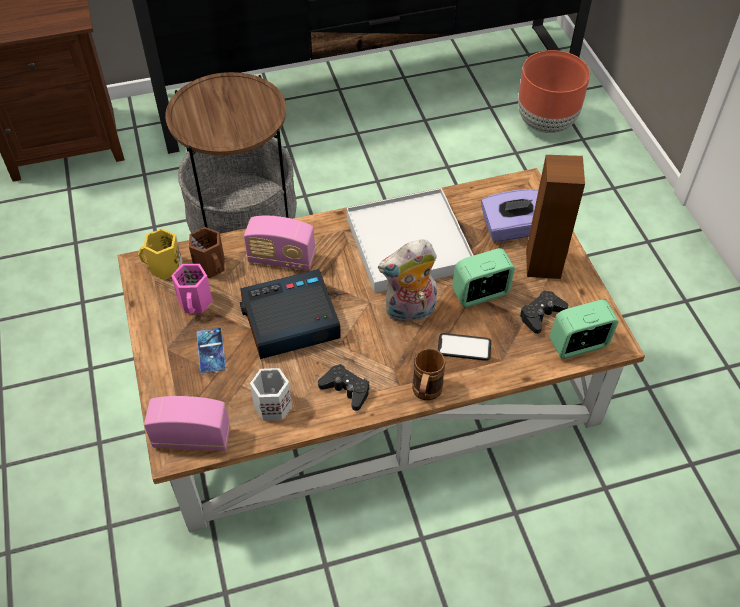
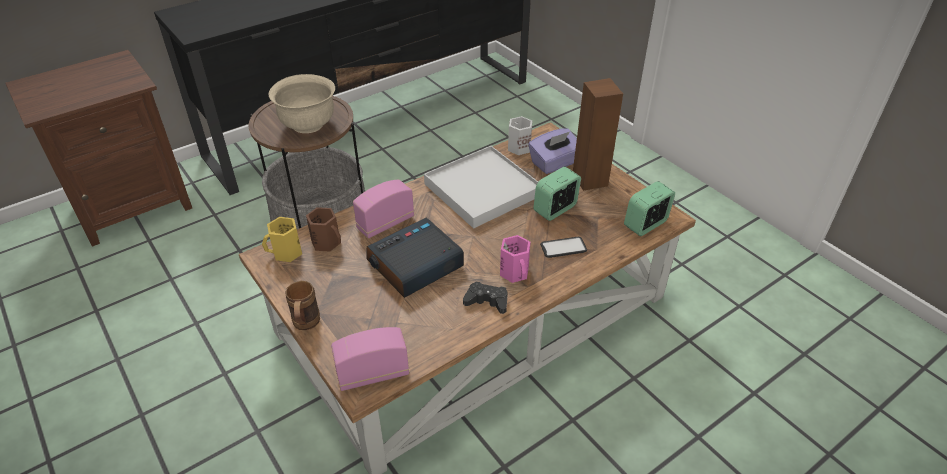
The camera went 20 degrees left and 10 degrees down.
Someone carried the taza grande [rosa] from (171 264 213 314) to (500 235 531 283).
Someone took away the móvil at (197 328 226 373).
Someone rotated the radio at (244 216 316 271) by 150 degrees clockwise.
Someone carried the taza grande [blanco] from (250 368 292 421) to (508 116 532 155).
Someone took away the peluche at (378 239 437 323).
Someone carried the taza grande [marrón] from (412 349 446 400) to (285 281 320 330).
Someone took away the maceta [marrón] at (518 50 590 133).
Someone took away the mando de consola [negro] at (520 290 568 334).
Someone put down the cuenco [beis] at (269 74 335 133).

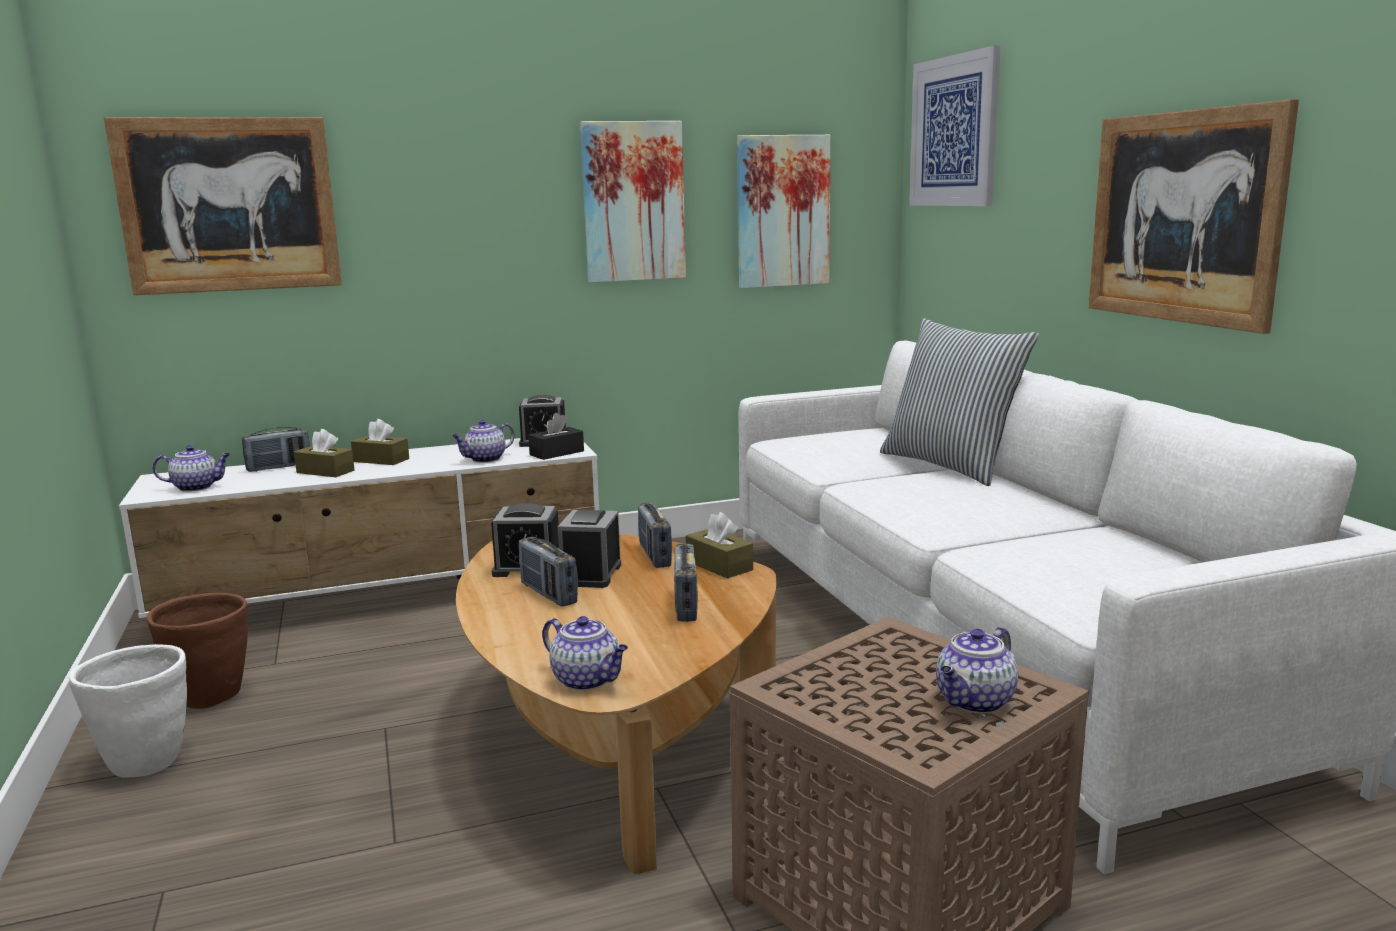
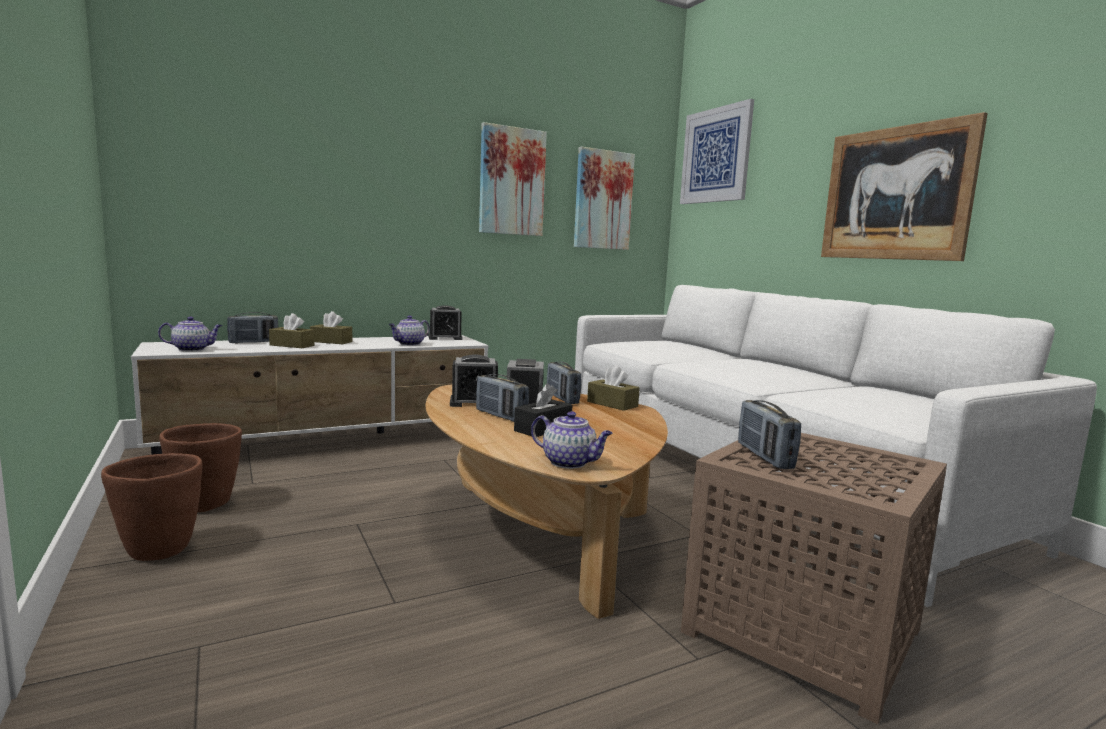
The camera went 10 degrees left and 5 degrees down.
Someone repainted the maceta [blanco] at (69 644 187 778), which became the maceta [marrón] at (101 453 202 561).
Someone took away the cuadro at (104 117 342 295).
Someone carried the caja de pañuelos [negro] from (528 413 584 460) to (514 383 573 437).
Someone carried the radio from (674 543 698 622) to (738 400 801 469).
Someone took away the cojín at (880 318 1039 486).
Someone took away the tetera at (936 627 1018 713).

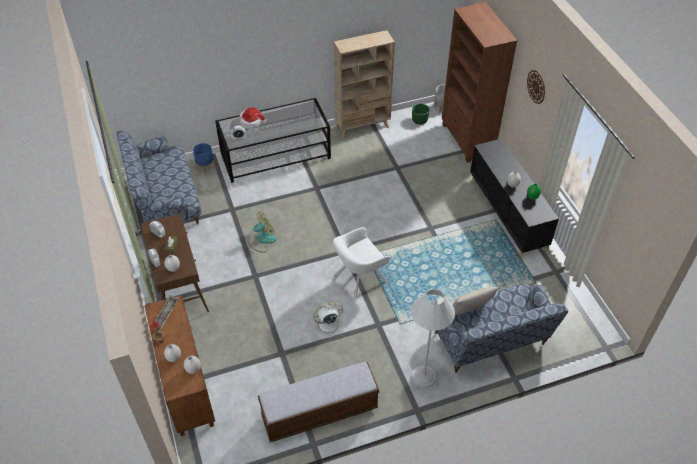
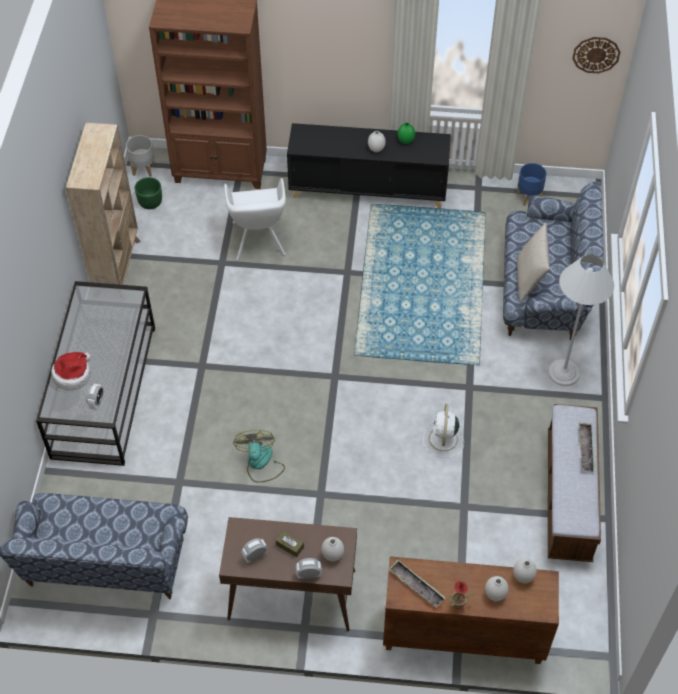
The camera went 65 degrees left and 5 degrees up.
Someone carried the maceta [azul] from (193 143 215 174) to (517 163 547 206).
Someone carried the sillón [blanco] from (333 227 390 300) to (224 178 286 261).
Someone carried the reloj de pared from (527 70 545 104) to (572 37 620 73).
Someone put down the bandeja at (579 423 595 472).

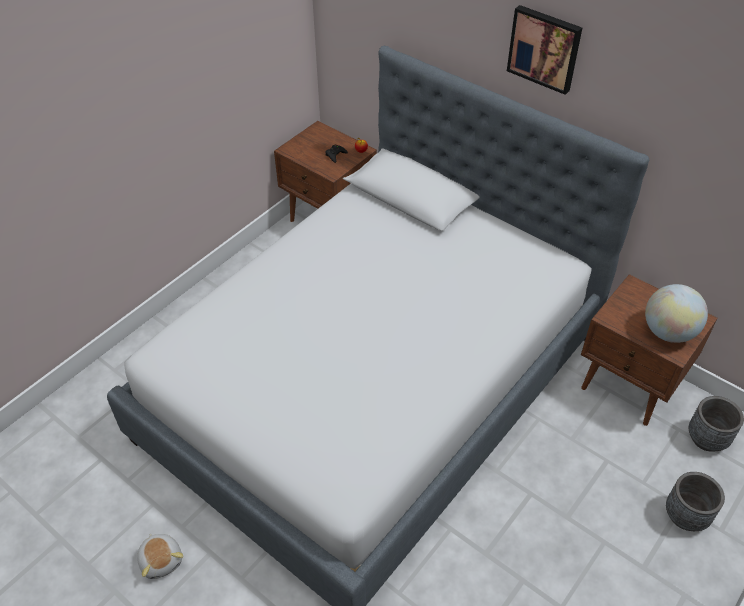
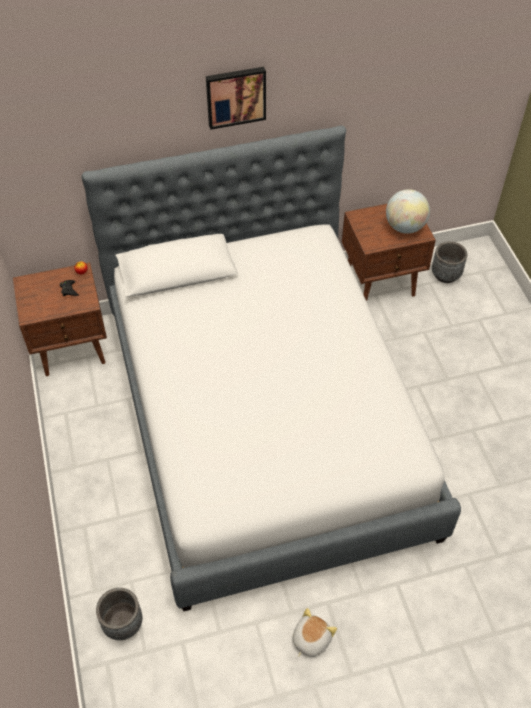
The camera went 55 degrees left and 5 degrees up.
Someone rotated the peluche at (138 534 183 579) by 60 degrees counterclockwise.
Someone carried the maceta [gris] from (666 472 725 531) to (96 588 142 640).

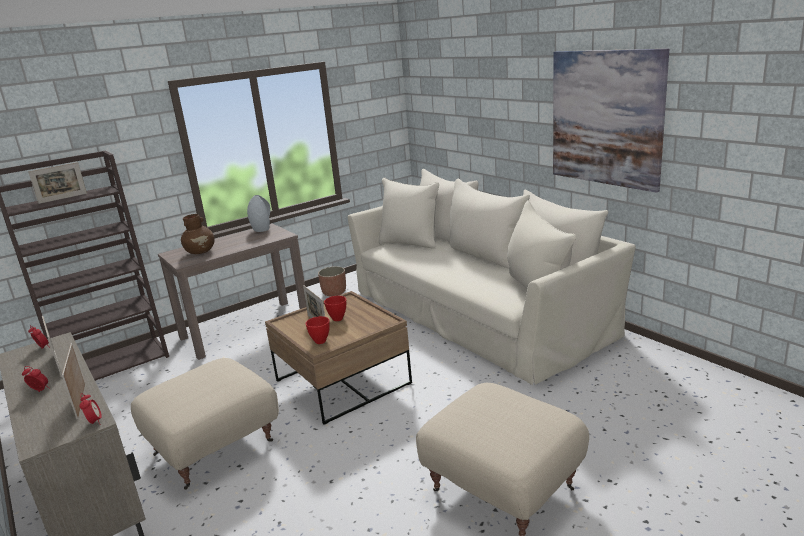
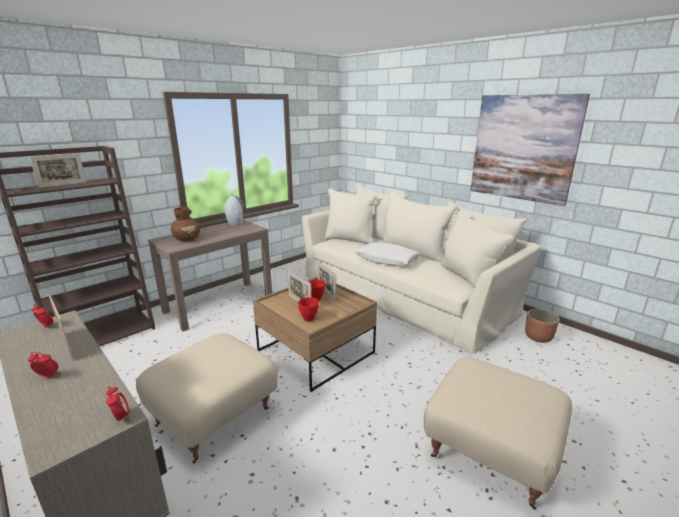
The camera went 10 degrees left and 0 degrees up.
Someone carried the portarretratos from (62 343 85 420) to (318 261 336 301).
Someone carried the maceta from (318 266 346 297) to (525 309 559 343).
Someone put down the cojín [blanco] at (355 242 421 266).

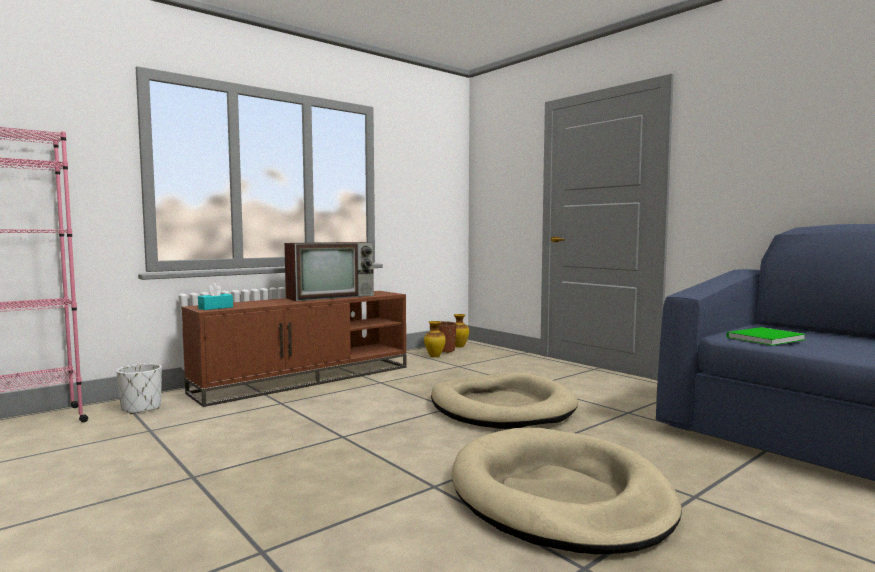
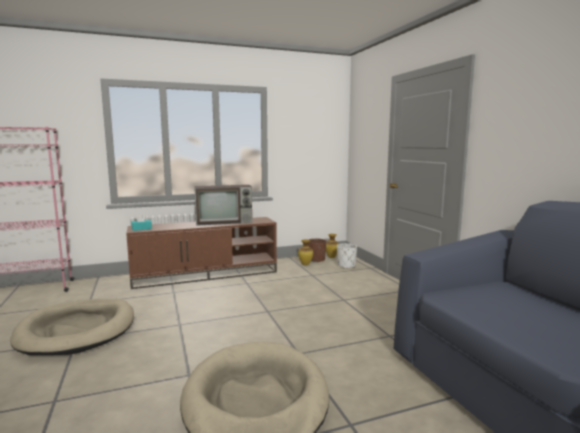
The camera went 20 degrees right and 5 degrees up.
Someone carried the maceta [blanco] from (116 363 162 414) to (337 243 357 269).
Someone carried the cama para perro [beis] from (431 372 578 429) to (10 299 134 355).
Someone took away the libro [verde] at (726 327 806 346).

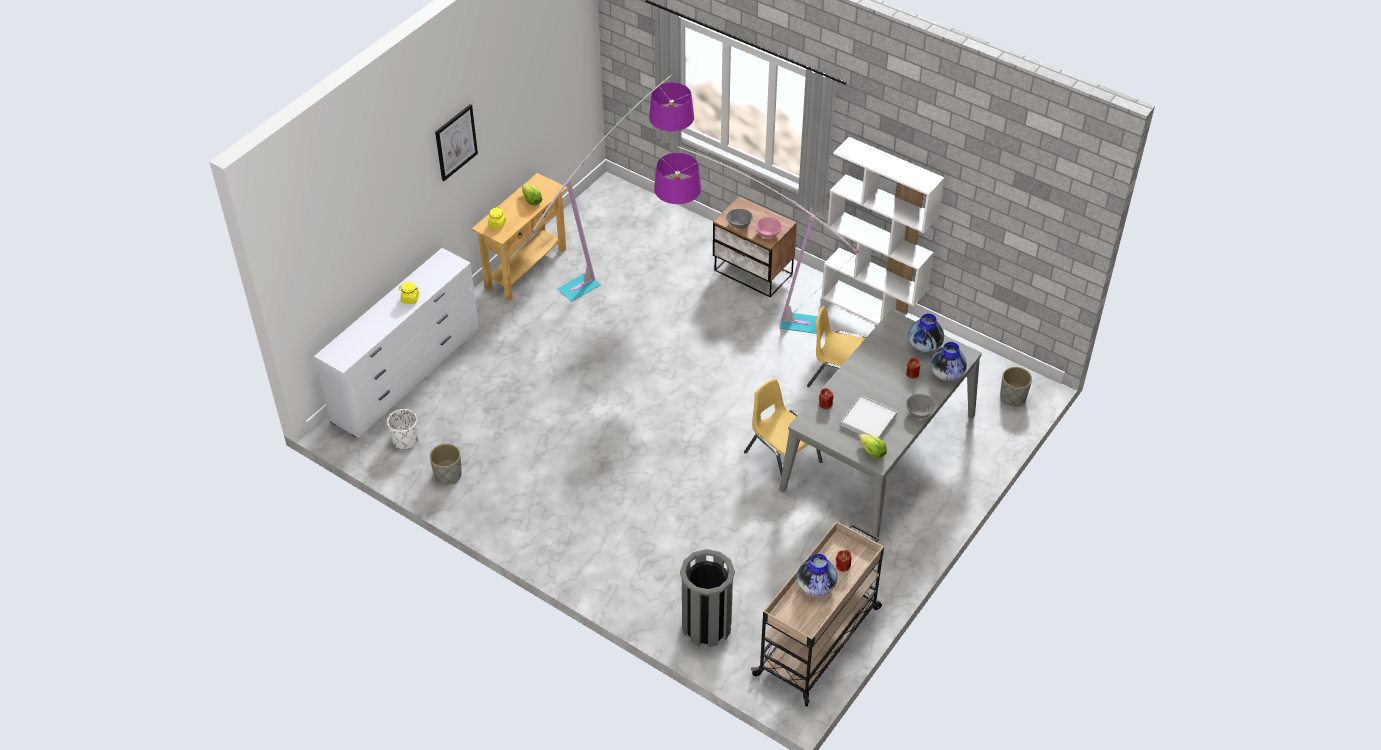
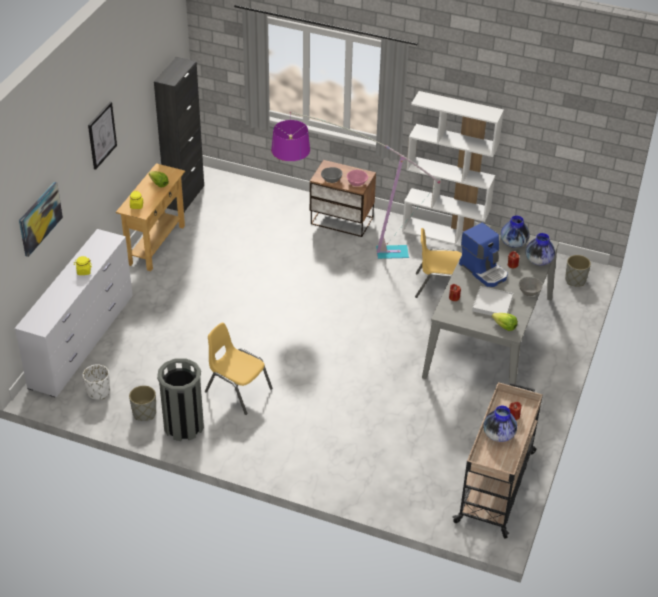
The camera went 15 degrees left and 5 degrees down.
Someone took away the lámpara de pie at (531 74 694 302).
Someone carried the papelera [gris] from (680 549 735 647) to (157 358 204 441).
Someone carried the silla [amarillo] from (744 379 823 476) to (205 323 272 415).
Someone put up the cuadro at (19 182 63 257).
Someone put down the armario [negro] at (154 57 204 212).
Someone put down the cafetera at (459 222 508 287).

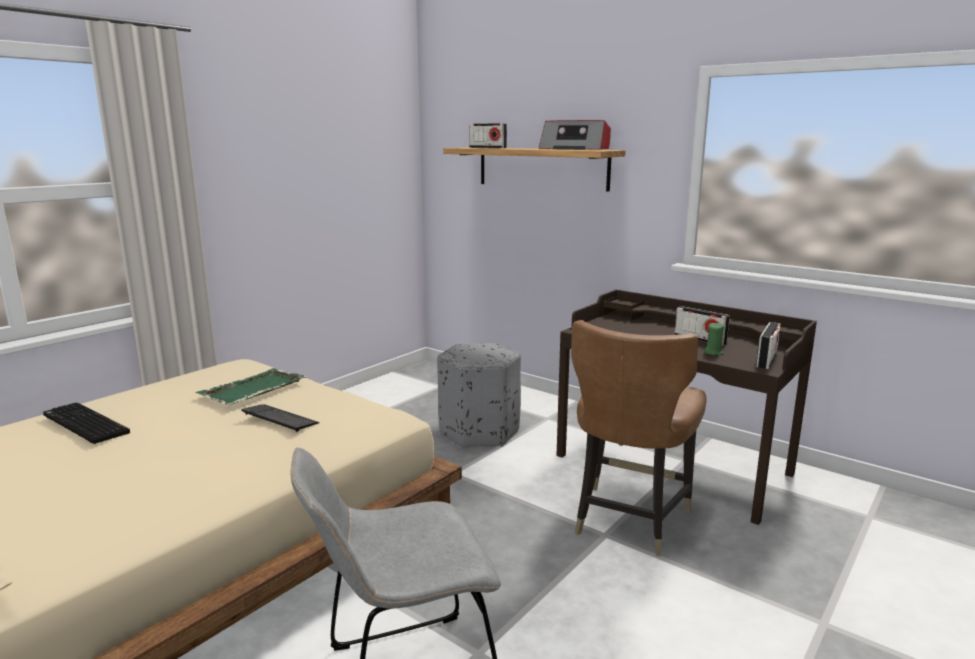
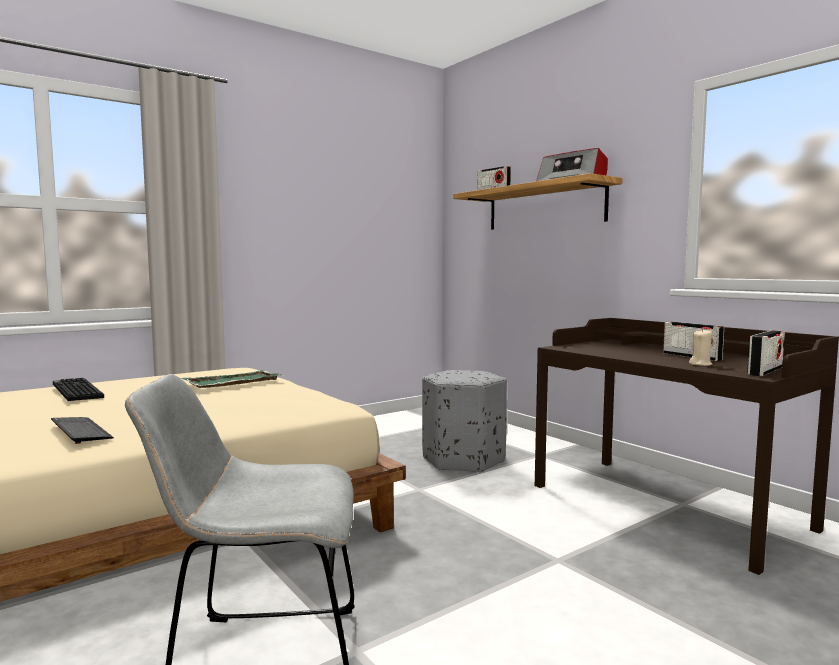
The camera went 15 degrees right and 10 degrees down.
Someone carried the teclado from (241 404 320 432) to (51 417 114 444).
Someone took away the silla [marrón] at (571 320 707 556).
Someone repainted the vela [verde] at (704 322 724 355), which became the vela [beis] at (689 329 712 366).

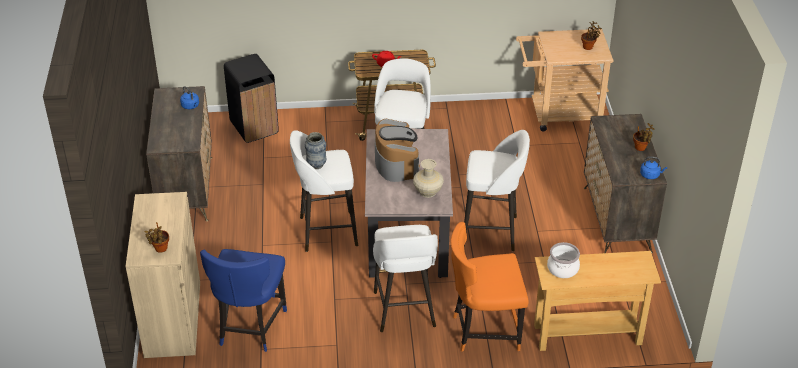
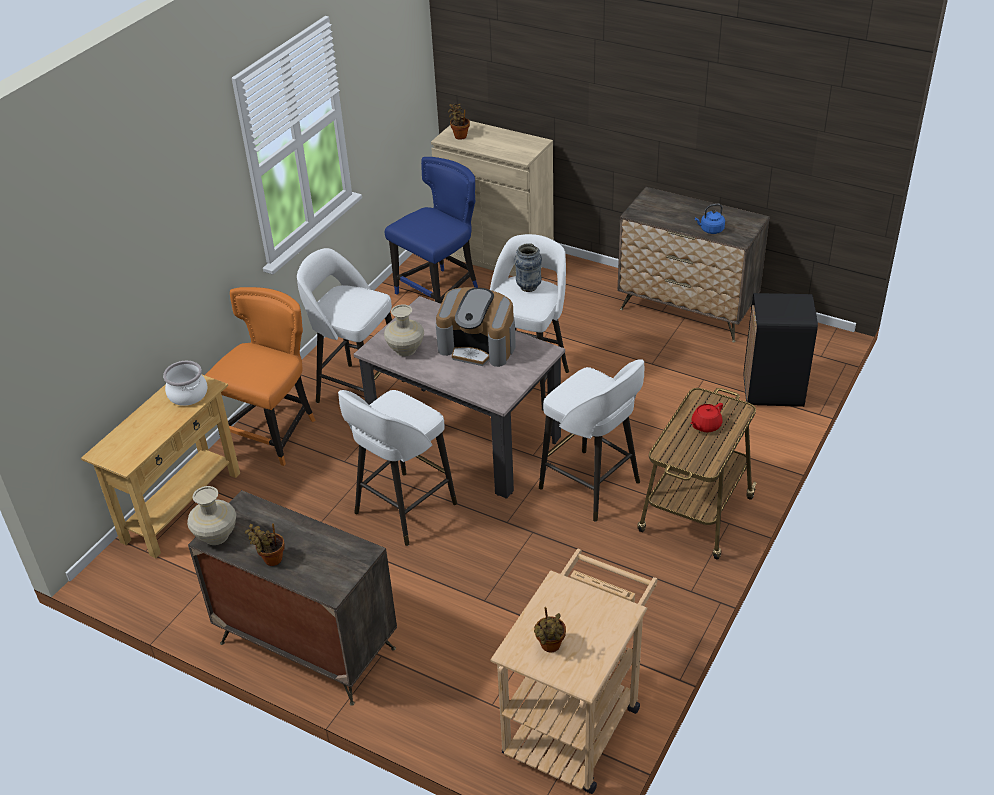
The camera went 125 degrees right and 0 degrees up.
Someone rotated the silla [azul] at (200 249 287 352) by 90 degrees clockwise.
Someone swapped the hervidor [azul] at (640 156 667 179) for the florero [beis] at (187 486 236 545).

